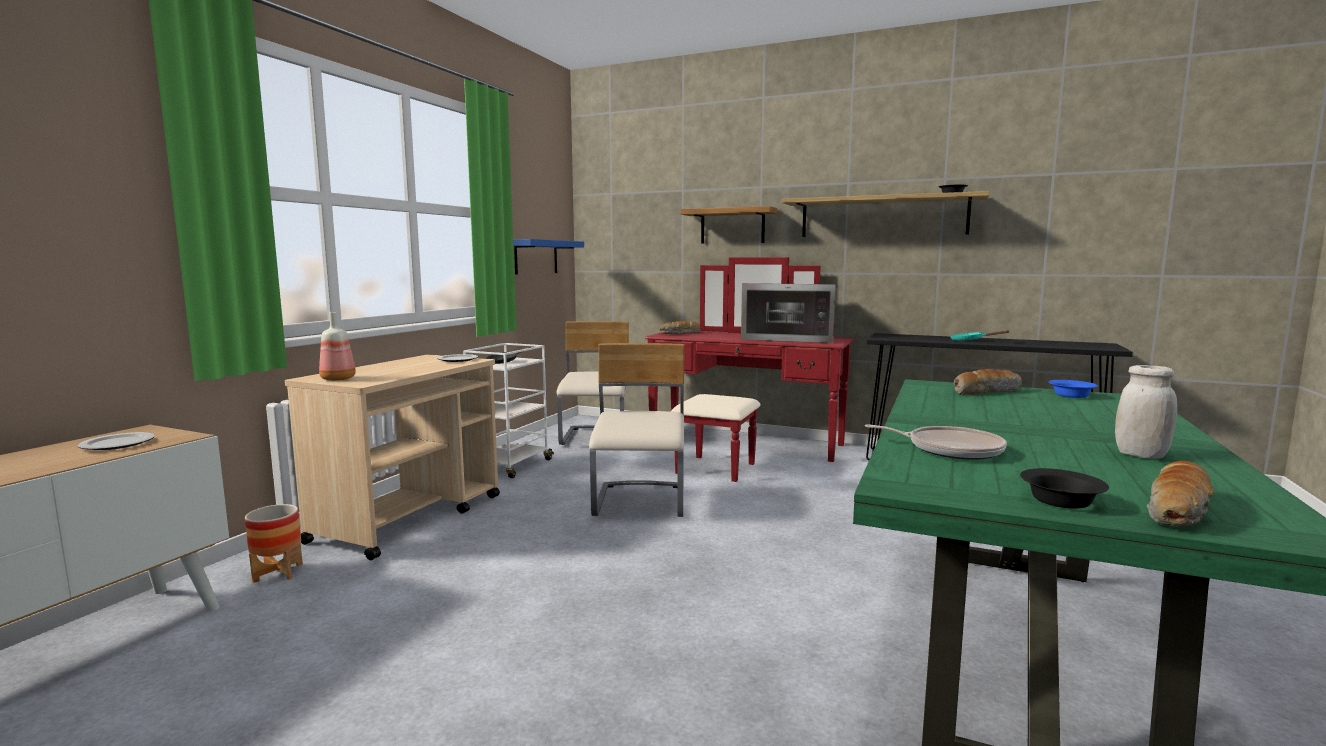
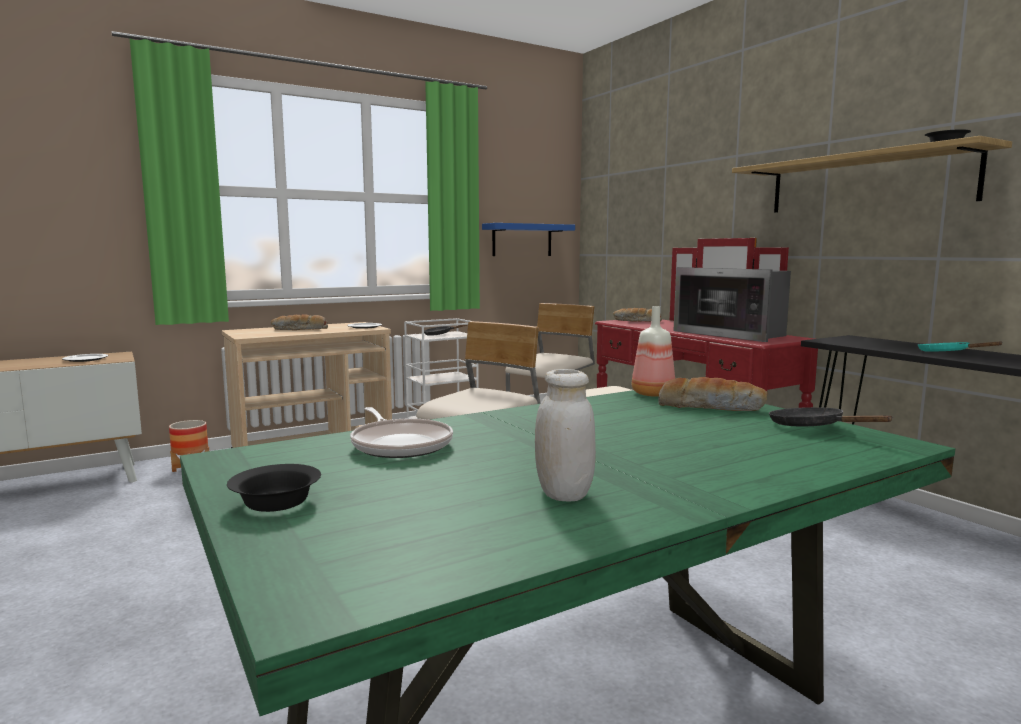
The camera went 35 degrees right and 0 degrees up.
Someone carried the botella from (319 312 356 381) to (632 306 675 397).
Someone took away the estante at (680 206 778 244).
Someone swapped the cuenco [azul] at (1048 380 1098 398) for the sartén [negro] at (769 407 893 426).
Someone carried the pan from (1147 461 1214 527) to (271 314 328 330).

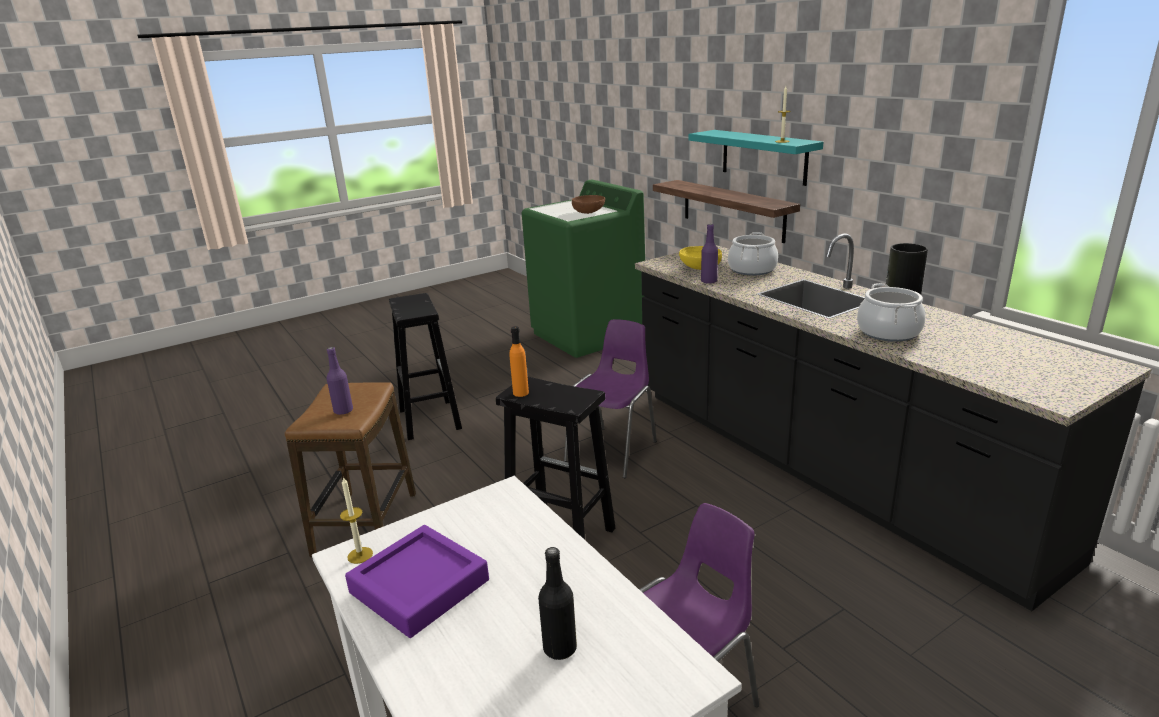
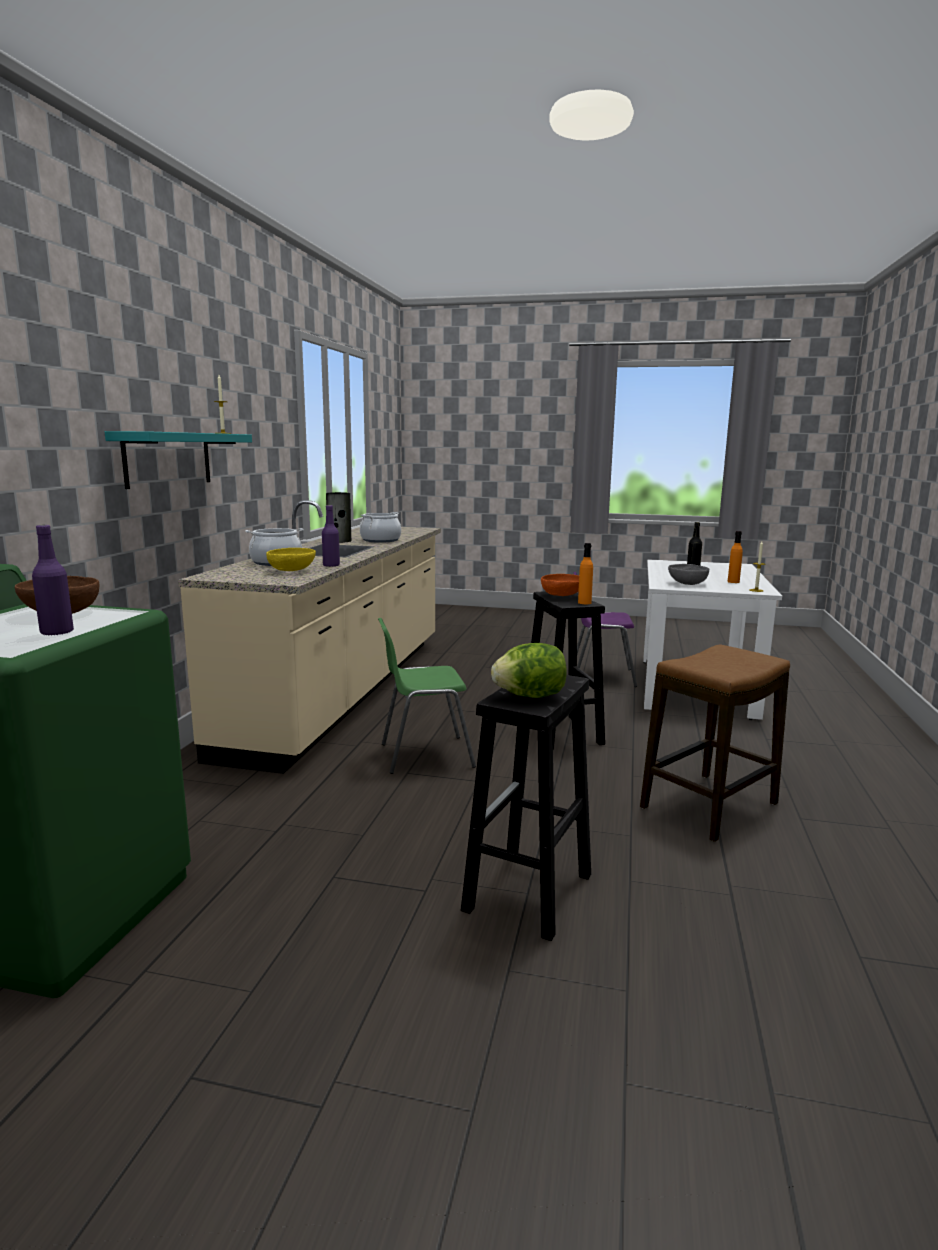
The camera went 135 degrees left and 10 degrees down.
Someone carried the botella [morado] from (327 347 353 415) to (32 525 74 635).
Someone swapped the bandeja [morado] at (345 525 489 638) for the botella [naranja] at (728 531 743 583).
Someone repainted the silla [morado] at (564 319 657 478), which became the silla [verde] at (378 618 476 774).
Someone repainted the mueble bajo de cocina [negro] at (635 233 1152 611), which became the mueble bajo de cocina [beis] at (178 500 441 774).
Someone took away the estante at (653 180 800 243).
Someone put down the lechuga at (491 643 567 698).
Someone put down the cuenco [naranja] at (541 574 579 596).
Someone put down the cuenco [gris] at (668 564 709 585).

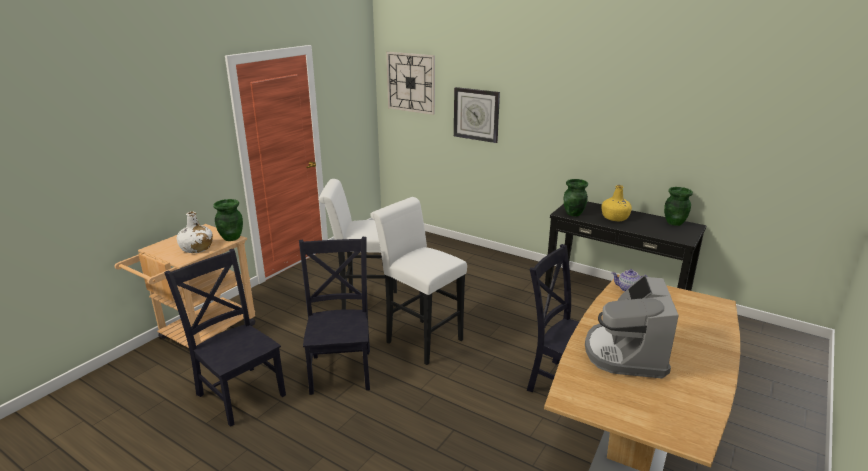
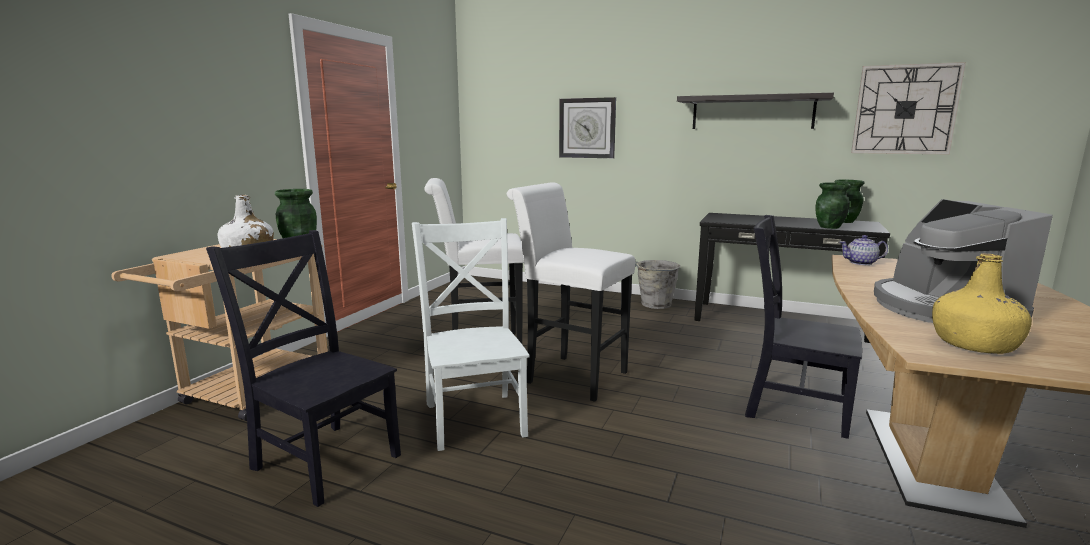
The camera went 10 degrees left and 10 degrees down.
Someone repainted the silla [negro] at (299 237 370 395), which became the silla [blanco] at (412 218 530 451).
Someone carried the reloj de pared from (386 52 435 115) to (851 62 966 155).
Someone carried the florero [verde] from (564 179 588 216) to (816 183 851 229).
Someone carried the botella [amarillo] from (602 185 632 221) to (932 253 1032 354).
Someone put down the cubo [gris] at (635 260 680 309).
Someone put up the estante at (677 93 834 129).

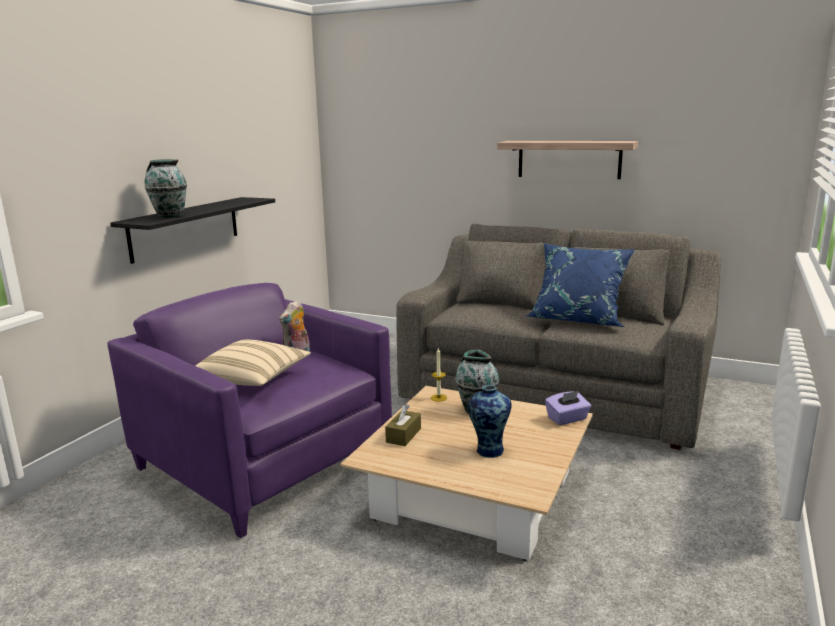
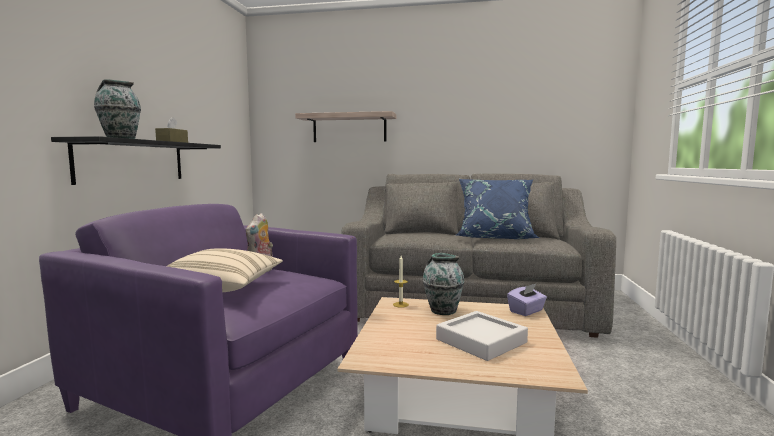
The camera went 15 degrees left and 10 degrees down.
Someone carried the caja de pañuelos [marrón] from (385 404 421 446) to (155 117 188 143).
Someone swapped the florero at (468 385 512 458) for the bandeja [gris] at (436 311 528 361).
Someone carried the estante from (497 141 638 179) to (295 111 396 142).

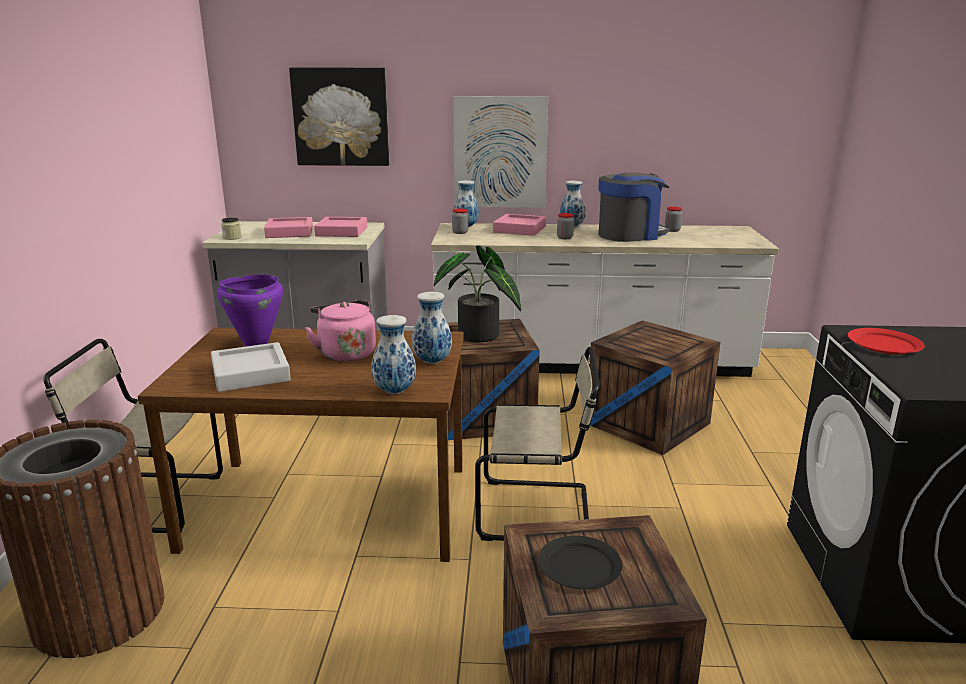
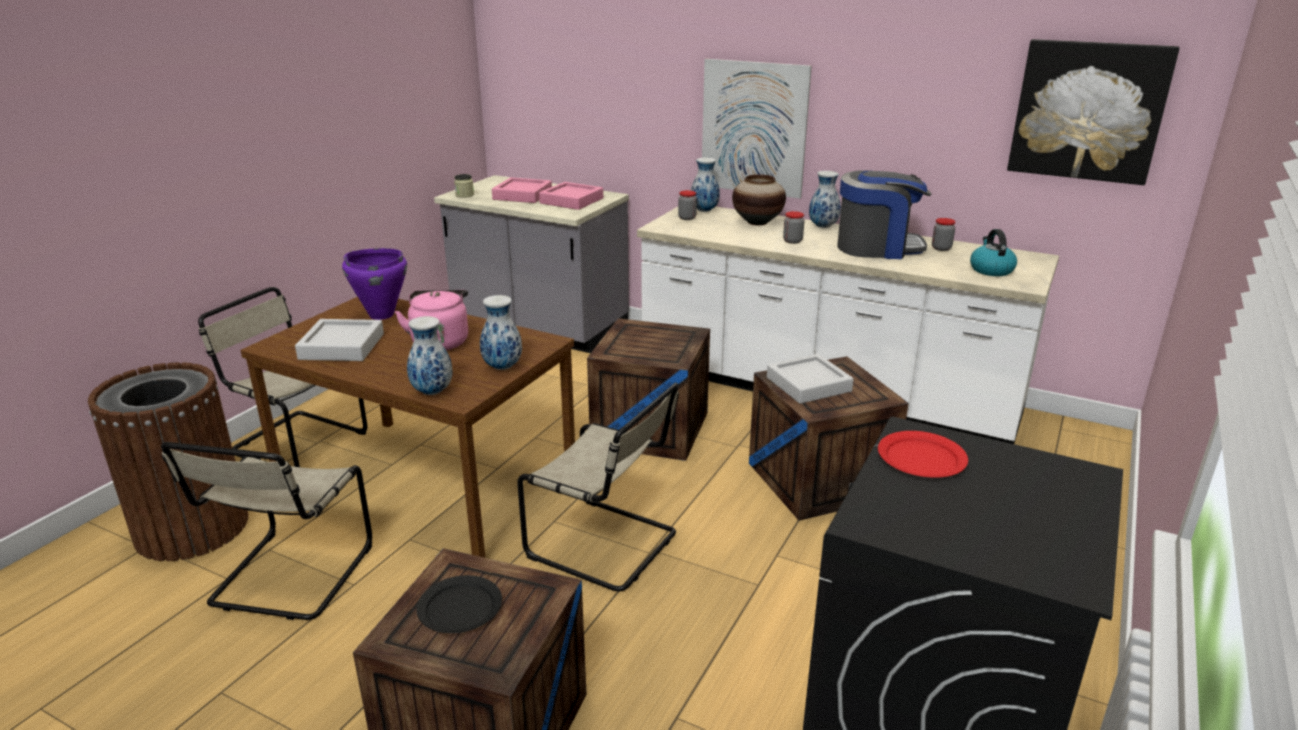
The camera went 25 degrees right and 5 degrees up.
Someone carried the cuadro from (289 68 389 166) to (1007 39 1179 185).
Someone took away the planta en maceta at (434 246 521 342).
Someone swapped the bandeja [rosa] at (493 214 546 236) for the florero at (732 174 786 225).
Someone put down the silla [beis] at (161 442 372 620).
Someone put down the bandeja [gris] at (767 354 854 404).
Someone put down the hervidor at (970 229 1017 276).

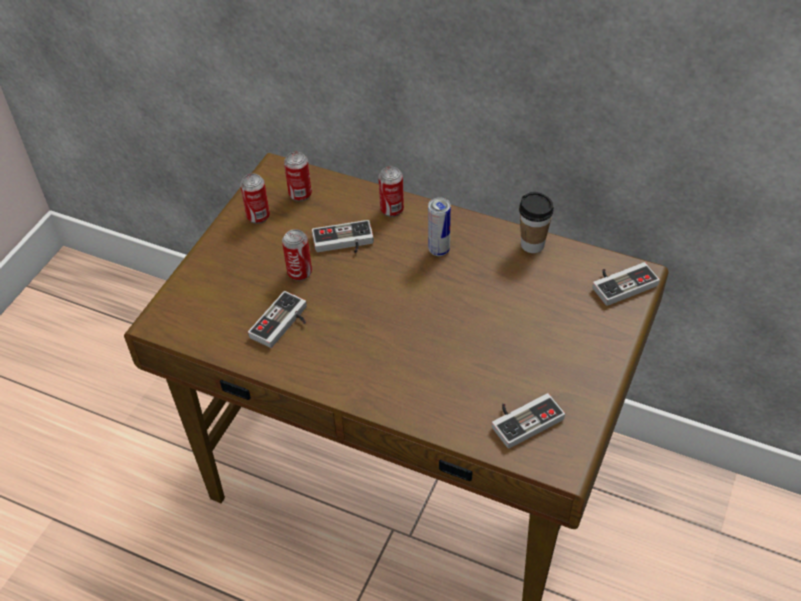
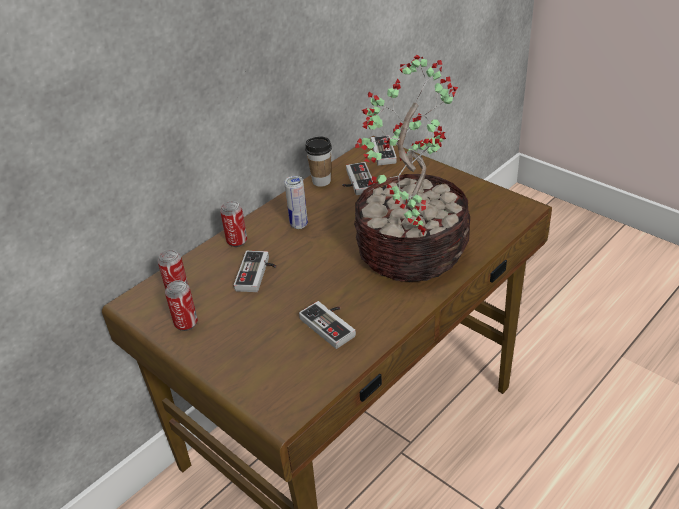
The camera went 70 degrees left and 10 degrees down.
Someone took away the lata at (282 229 312 281).
Someone carried the mando de consola from (492 393 565 449) to (343 162 374 195).
Someone put down the planta en maceta at (354 55 470 282).

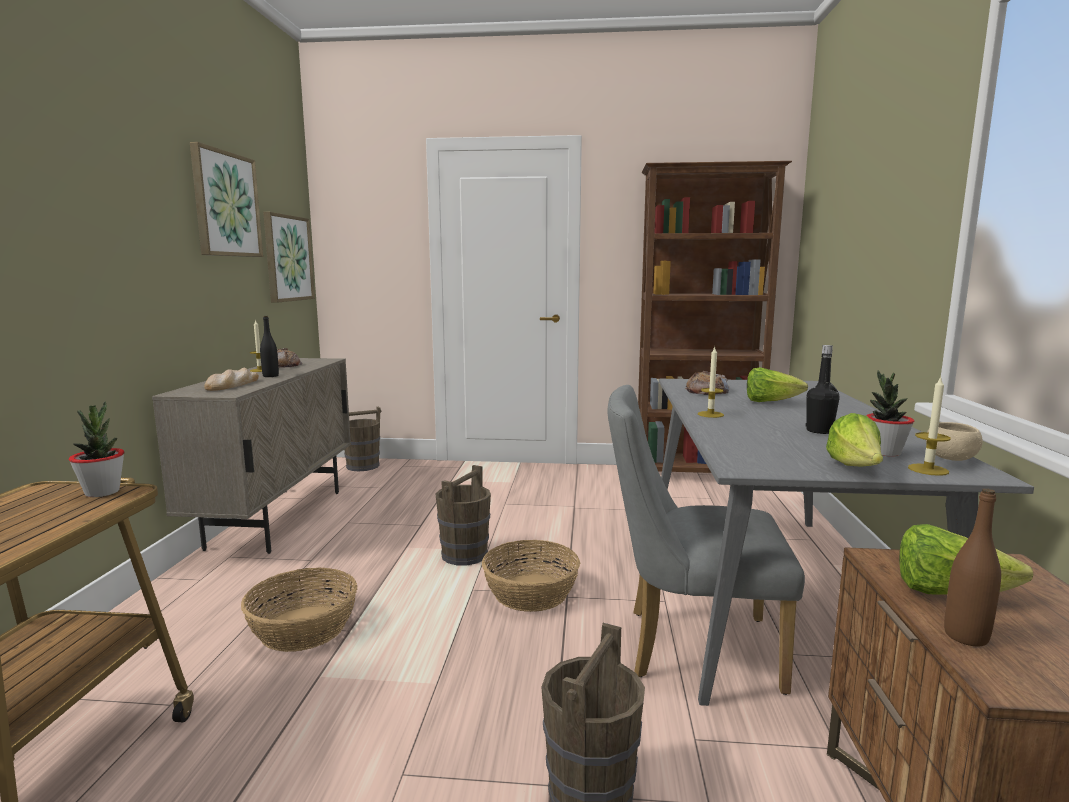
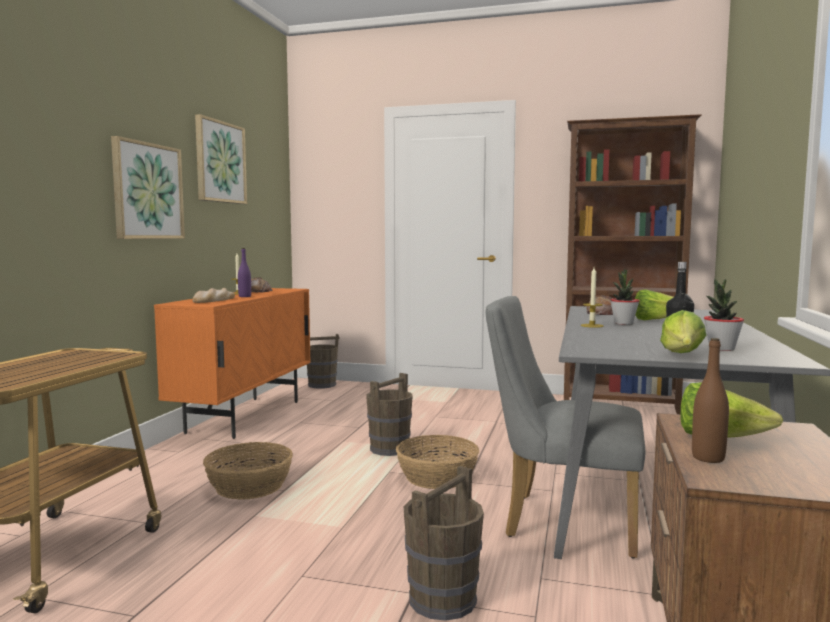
The camera went 10 degrees right and 5 degrees down.
Someone carried the planta en maceta from (69 402 125 497) to (610 269 640 325).
Someone repainted the armario [beis] at (152 358 351 554), which became the armario [naranja] at (154 288 311 439).
Someone repainted the botella [negro] at (260 316 279 377), which became the botella [morado] at (238 248 251 297).
Someone carried the cuadro from (263 212 315 303) to (111 136 185 239).
Someone took away the vela at (908 377 951 476).
Someone took away the cuenco [beis] at (926 422 983 461).

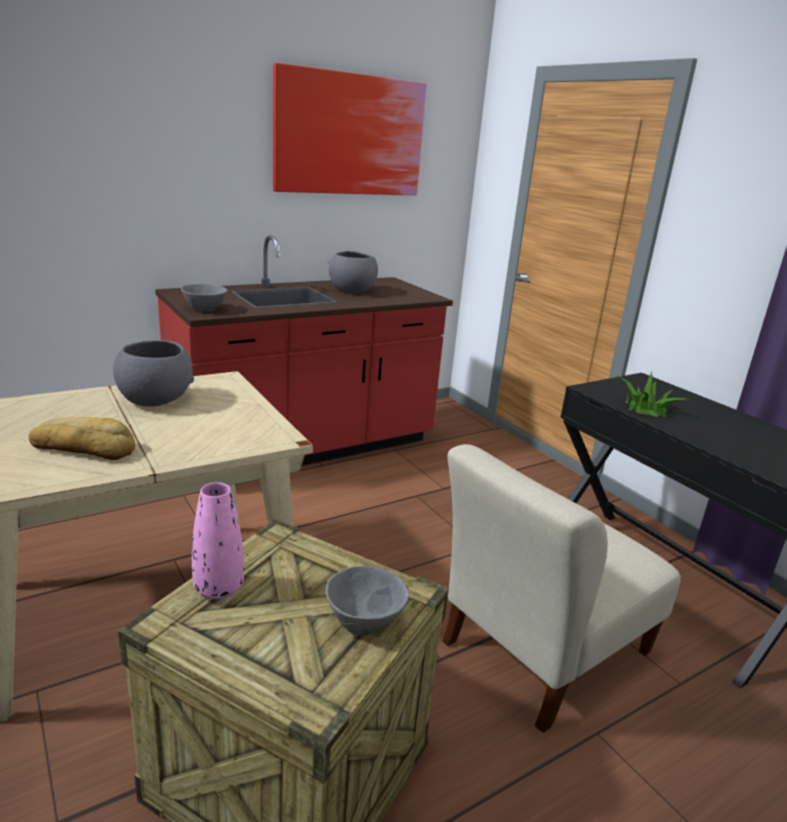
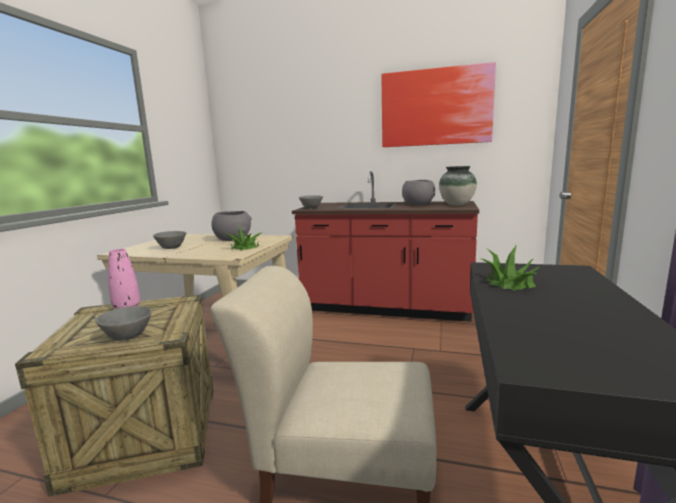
The camera went 50 degrees right and 10 degrees down.
Someone swapped the pan at (29 417 135 460) for the cuenco [gris] at (153 231 186 249).
Someone put down the planta en maceta at (226 226 263 250).
Someone put down the florero at (439 166 477 206).

